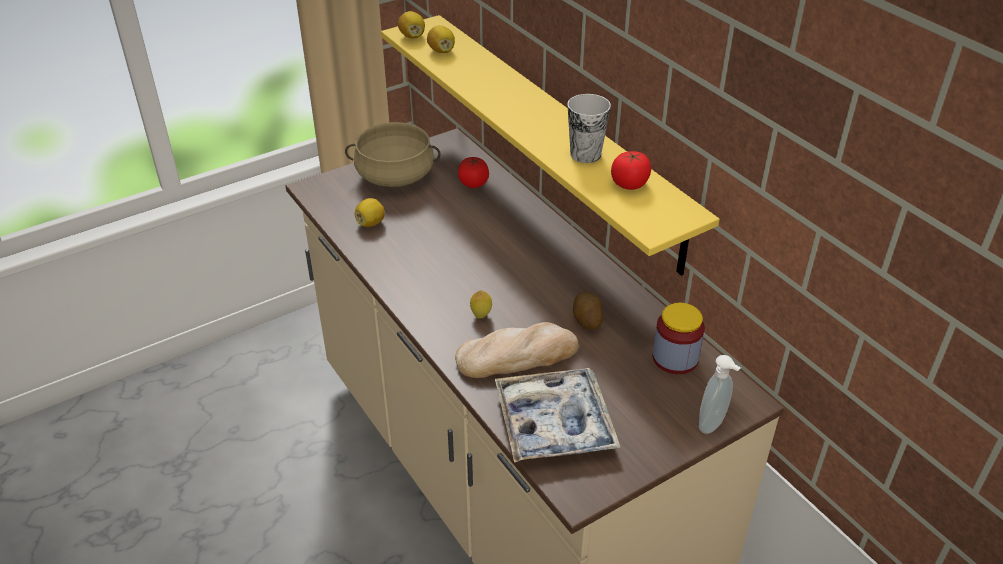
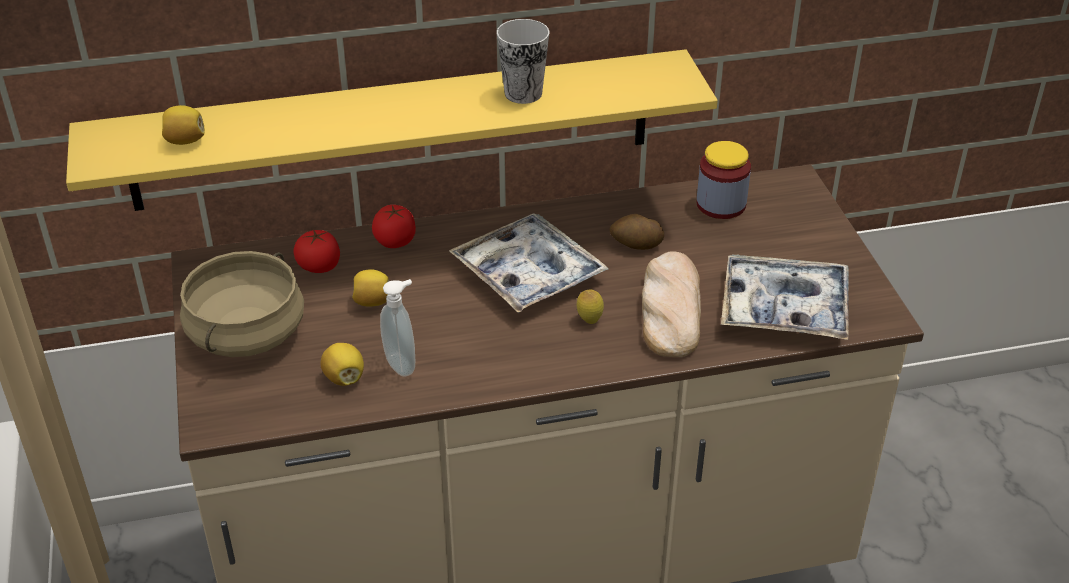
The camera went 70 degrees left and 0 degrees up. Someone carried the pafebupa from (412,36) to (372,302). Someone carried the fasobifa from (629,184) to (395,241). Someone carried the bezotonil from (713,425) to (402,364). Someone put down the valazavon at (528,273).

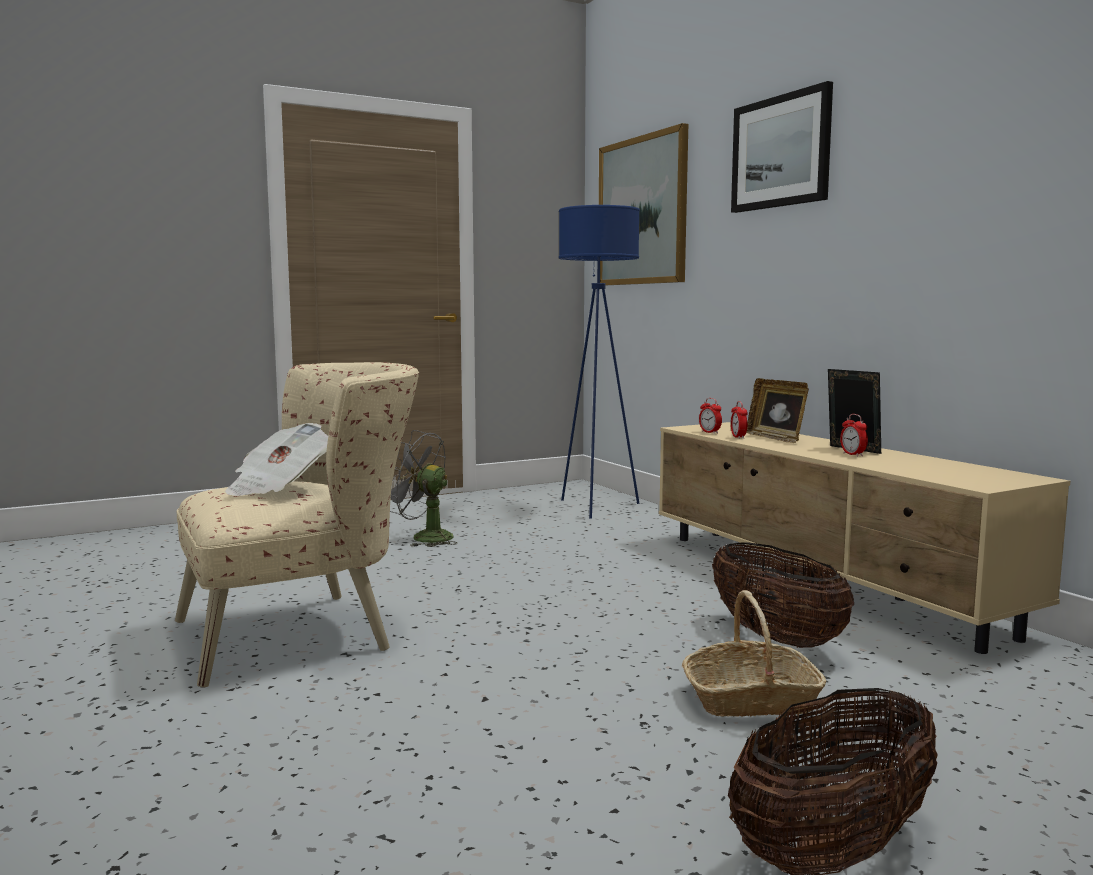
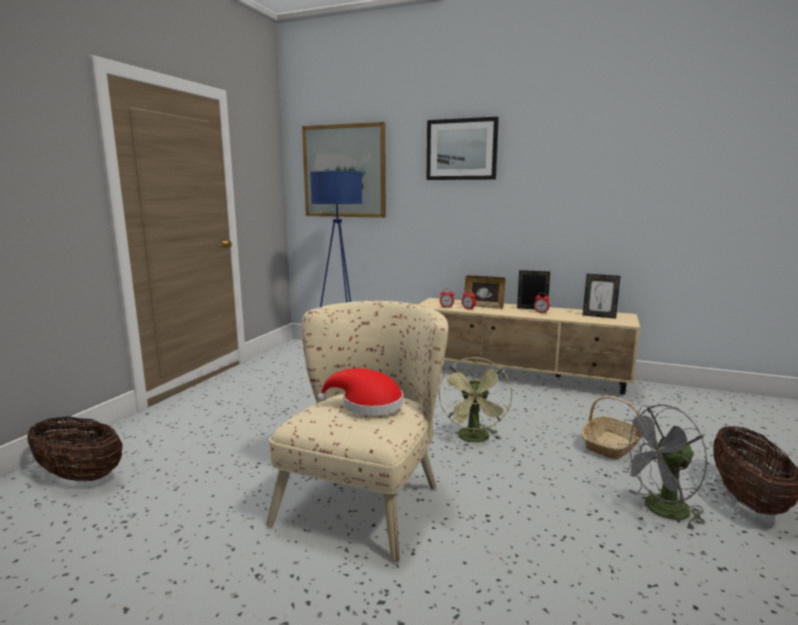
The camera went 40 degrees left and 5 degrees up. Someone carried the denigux from (776,638) to (80,476). Someone swapped the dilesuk at (278,487) for the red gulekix at (367,405). Someone put down the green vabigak at (474,439). Someone put down the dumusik at (599,316). Someone carried the grey vabigak from (423,538) to (660,511).

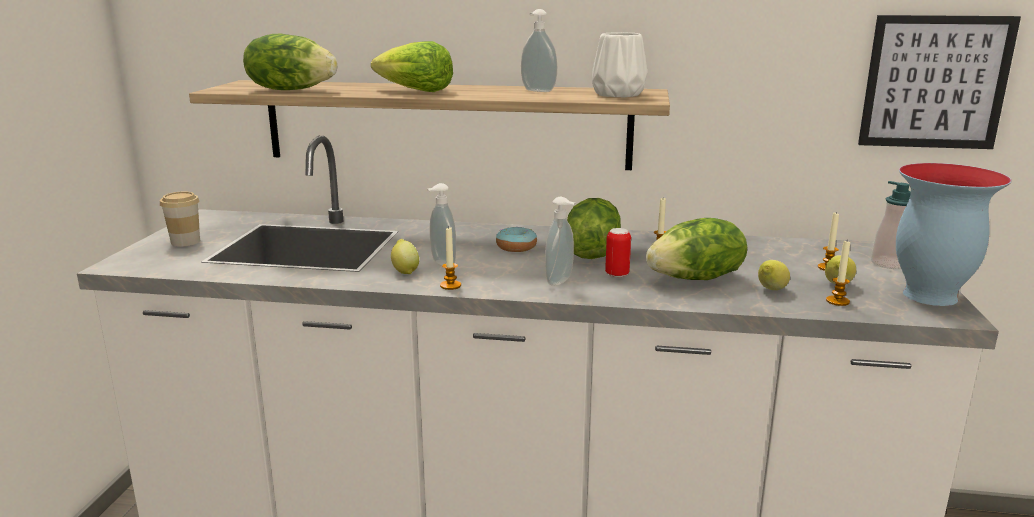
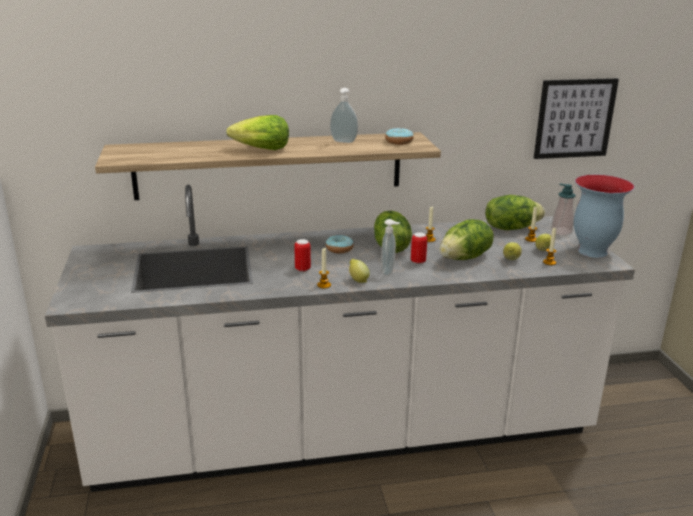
The camera went 20 degrees left and 5 degrees up. Someone swapped the bezotonil at (441,263) for the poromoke at (302,269). Someone carried the pafebupa from (405,271) to (358,280). Someone swapped the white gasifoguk at (618,94) for the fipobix at (399,142). Someone carried the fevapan from (291,90) to (510,228). Someone took away the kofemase at (185,242).

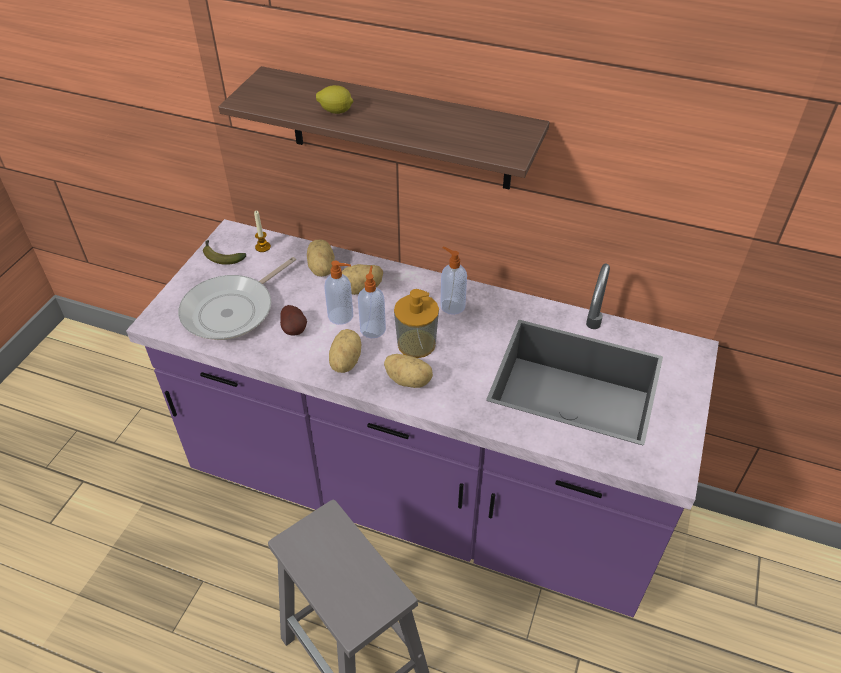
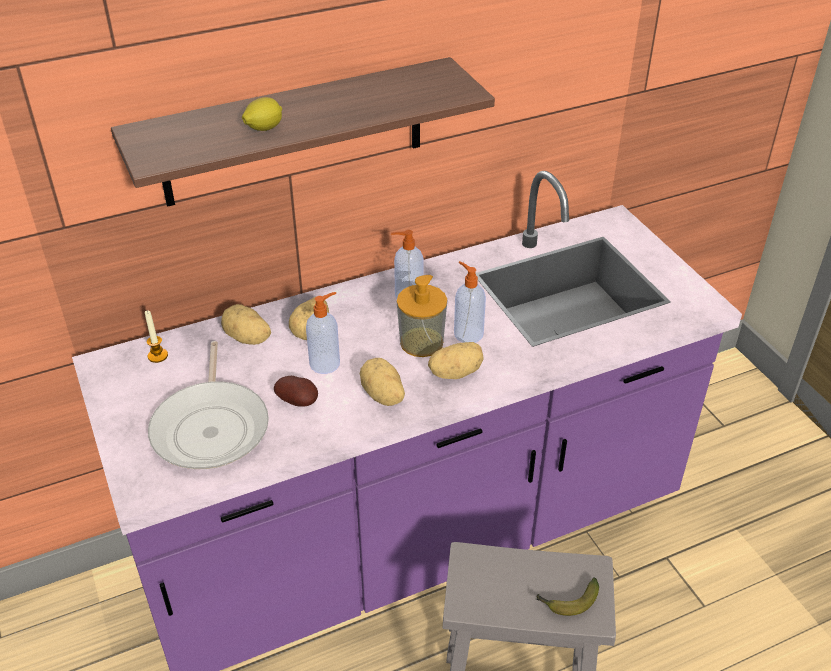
The camera went 45 degrees left and 5 degrees down. Someone carried the bezotonil from (373,328) to (467,333). Someone carried the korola from (221,256) to (568,602).

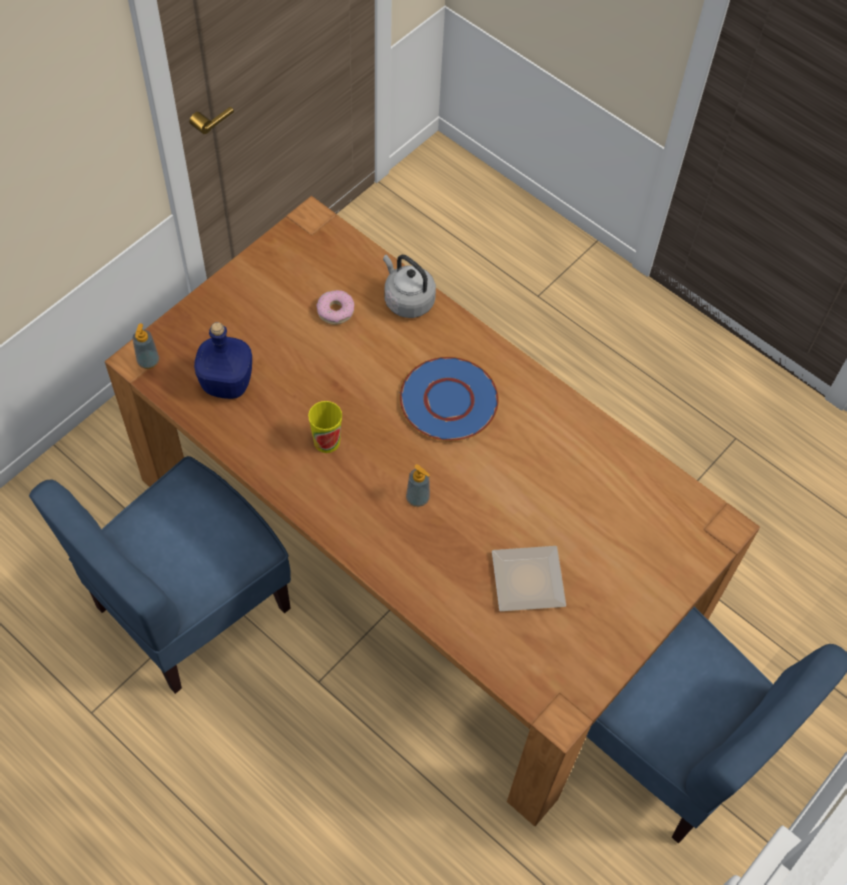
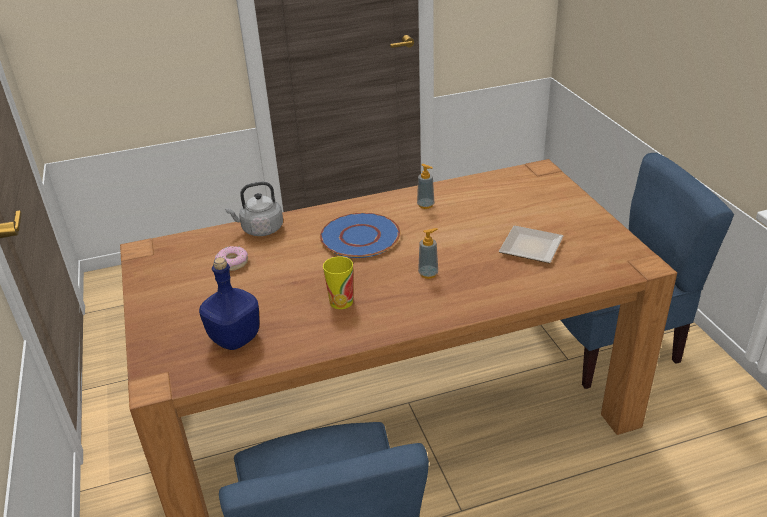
The camera went 55 degrees left and 25 degrees down. Someone carried the bezotonil from (148,361) to (425,205).

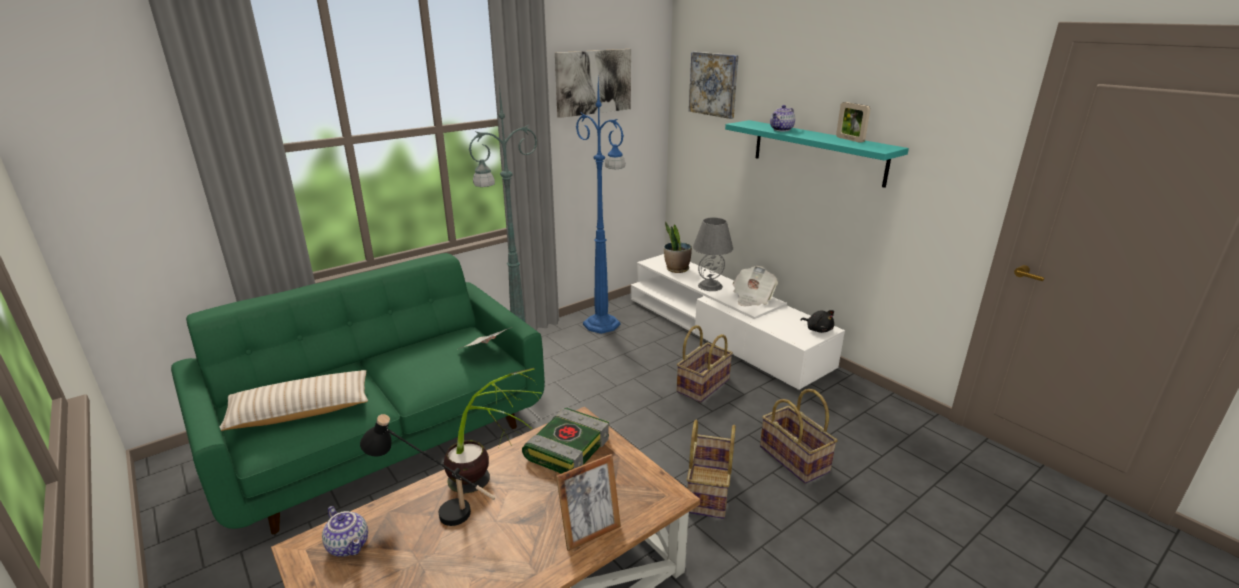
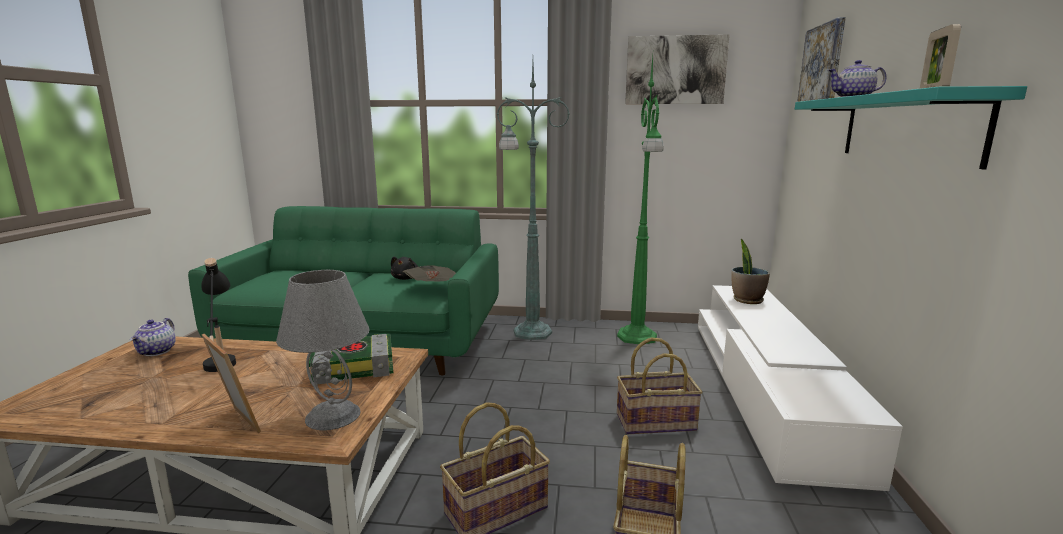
The camera went 45 degrees right and 10 degrees down. Someone rotated the dumusik at (590,532) by 150 degrees counterclockwise. Someone carried the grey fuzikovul from (710,286) to (334,415). Someone carried the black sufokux from (818,329) to (406,278). Someone repainted the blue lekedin at (602,325), which became the green lekedin at (637,337). Someone took away the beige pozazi at (301,411). Someone took away the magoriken at (491,485). Someone took away the dilesuk at (752,298).

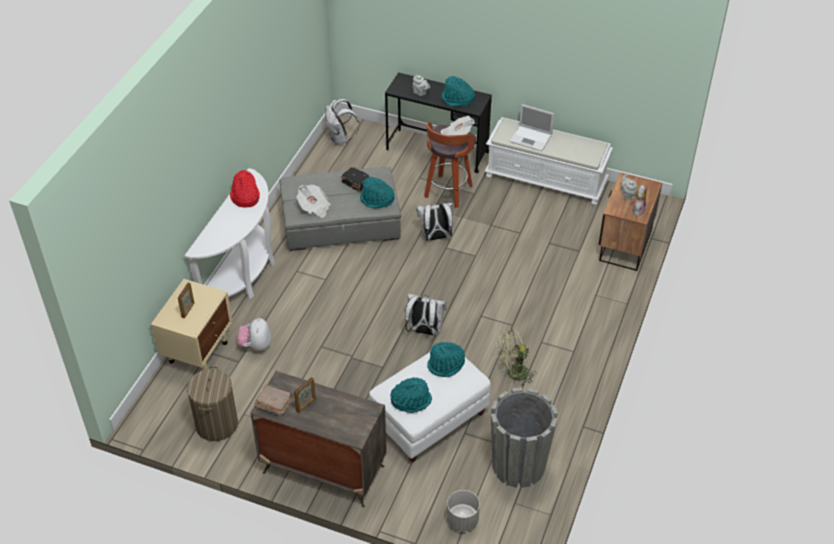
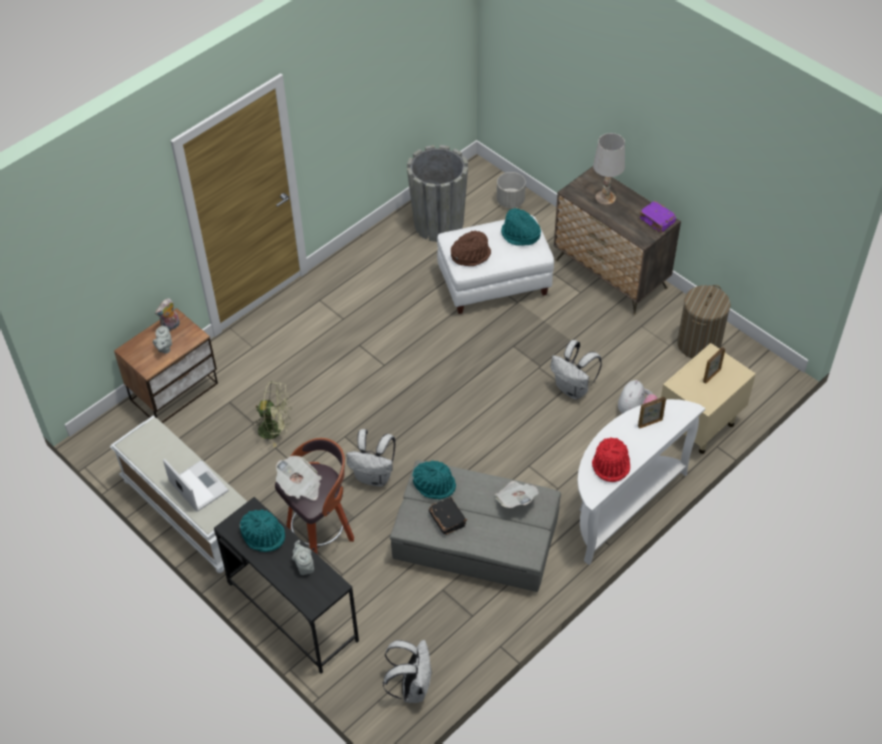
The camera went 155 degrees left and 5 degrees up. Someone carried the green vabigak from (513,374) to (275,429). Someone repainted the turquoise gulekix at (446,364), which became the brown gulekix at (470,255). Someone carried the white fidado from (424,331) to (573,389). Someone put down the white fuzikovul at (605,197). Someone carried the dumusik from (306,405) to (649,423). Someone repainted the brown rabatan at (273,404), which became the purple rabatan at (657,221).

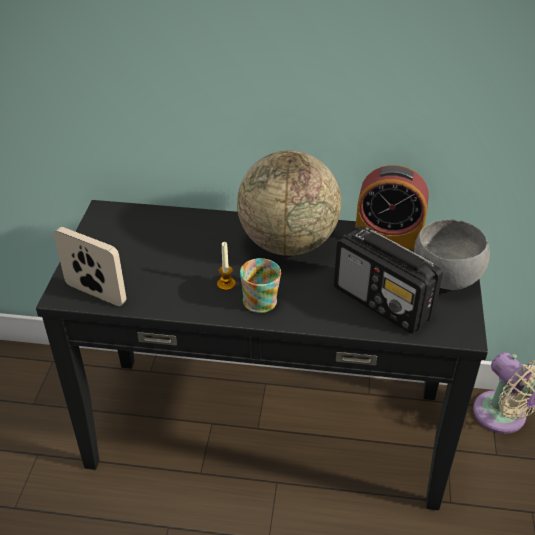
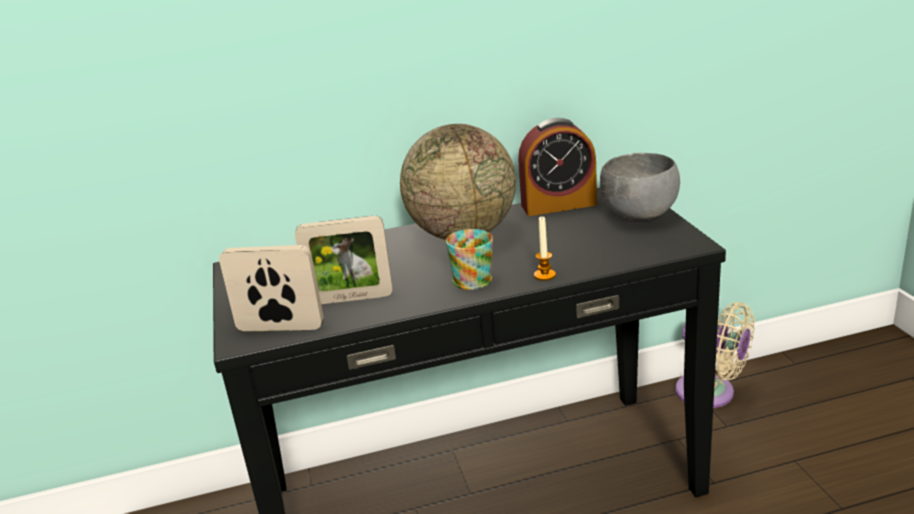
The camera went 20 degrees left and 15 degrees down. Someone put down the dumusik at (351,298). Someone carried the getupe from (226,284) to (544,275). Someone took away the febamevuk at (383,302).

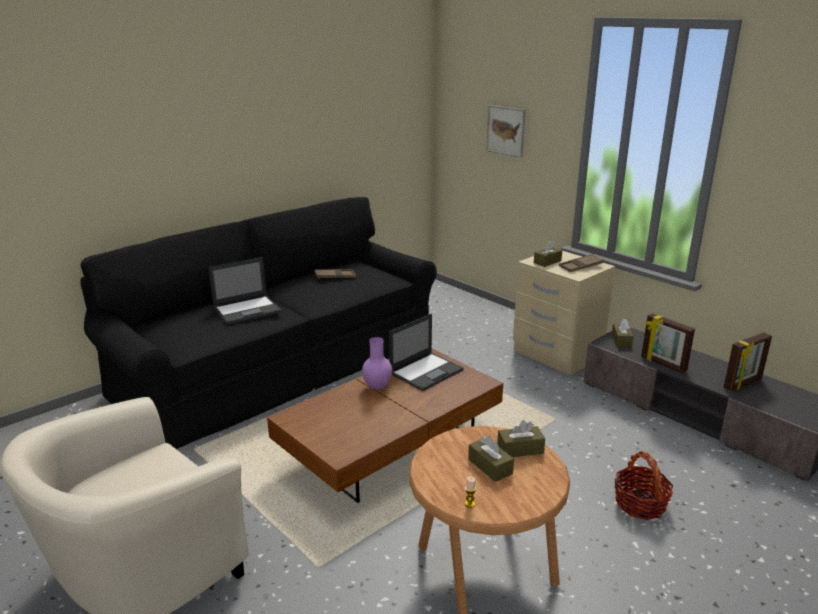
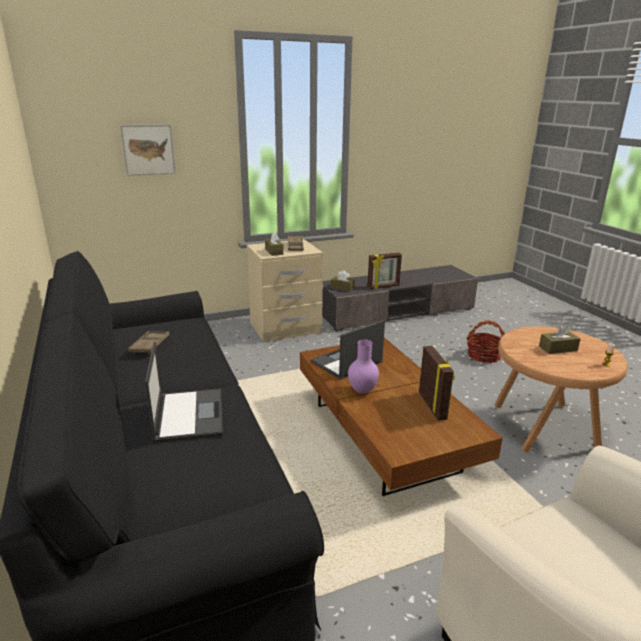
The camera went 70 degrees left and 0 degrees up. Someone rotated the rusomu at (426,371) by 105 degrees counterclockwise. Someone carried the dumusik from (743,384) to (433,405). Someone took away the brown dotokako at (520,449).

